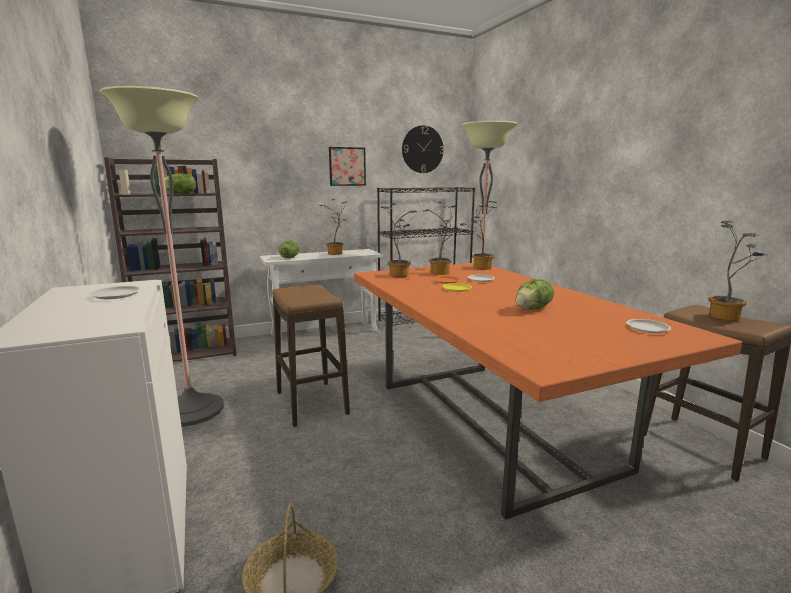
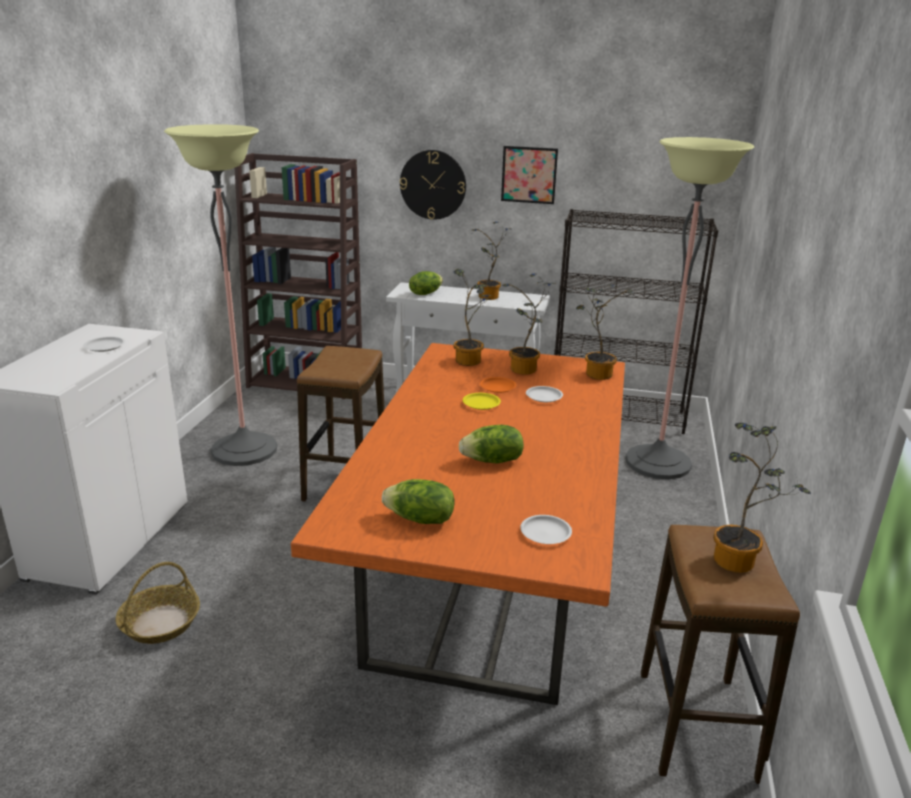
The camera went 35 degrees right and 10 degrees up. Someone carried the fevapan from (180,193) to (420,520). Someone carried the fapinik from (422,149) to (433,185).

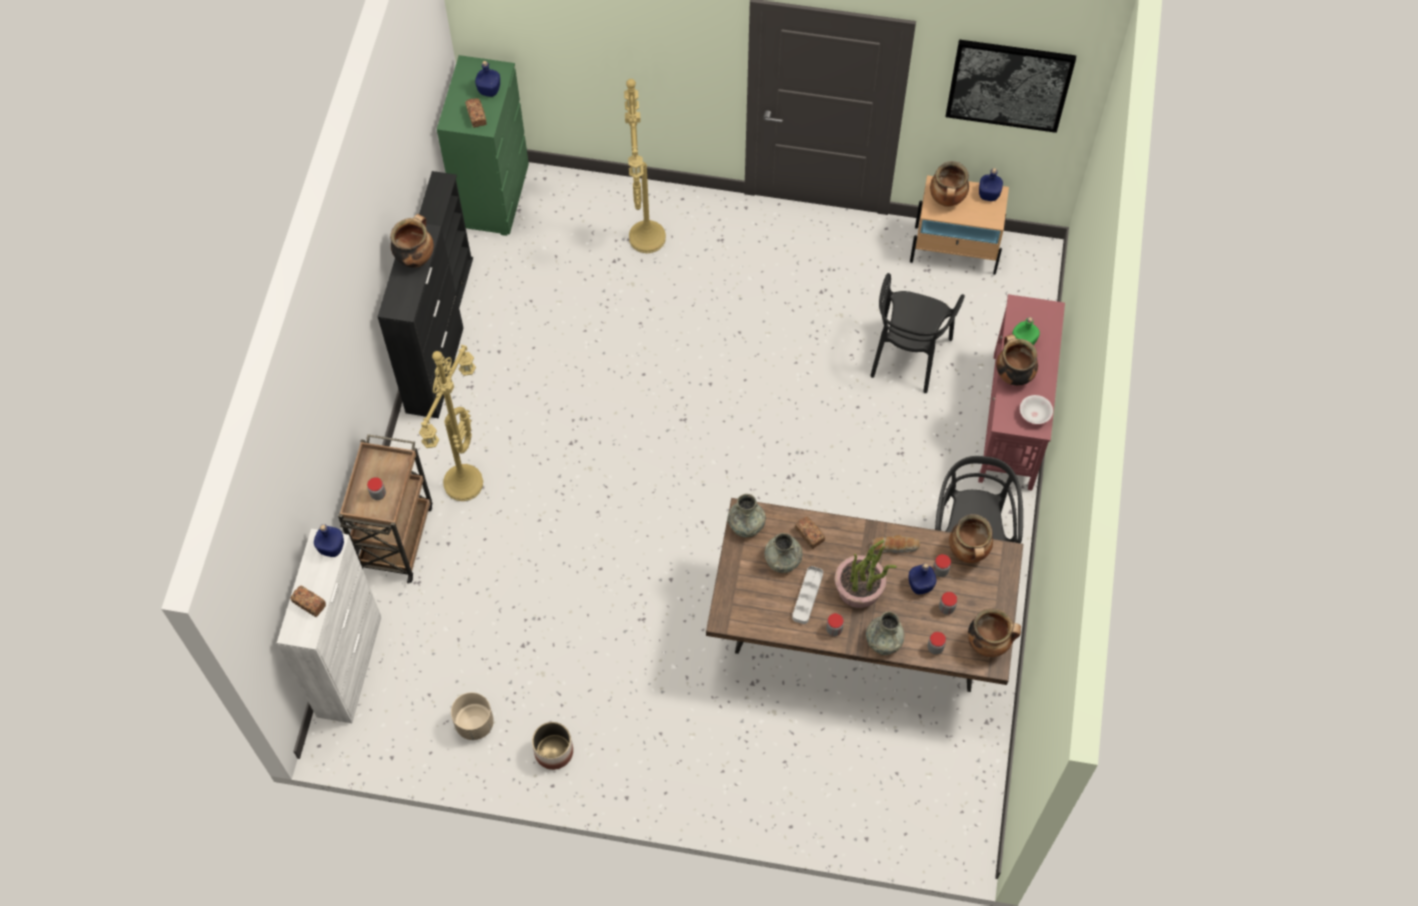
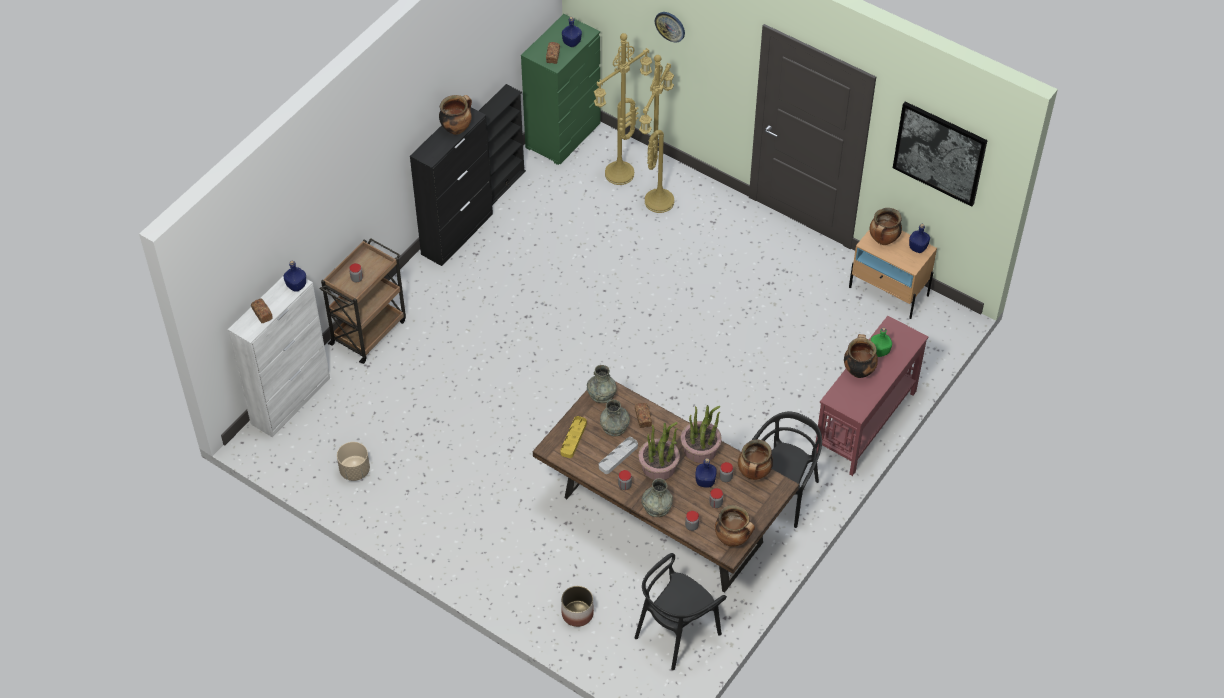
The camera went 25 degrees right and 10 degrees down. Someone put down the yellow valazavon at (573,438). Someone carried the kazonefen from (553,751) to (577,613). Someone carried the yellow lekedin from (465,485) to (620,175). Someone carried the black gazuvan from (908,355) to (676,632). Someone put up the fapinik at (670,26). Someone swapped the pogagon at (894,546) for the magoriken at (700,449). Someone took away the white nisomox at (1034,415).

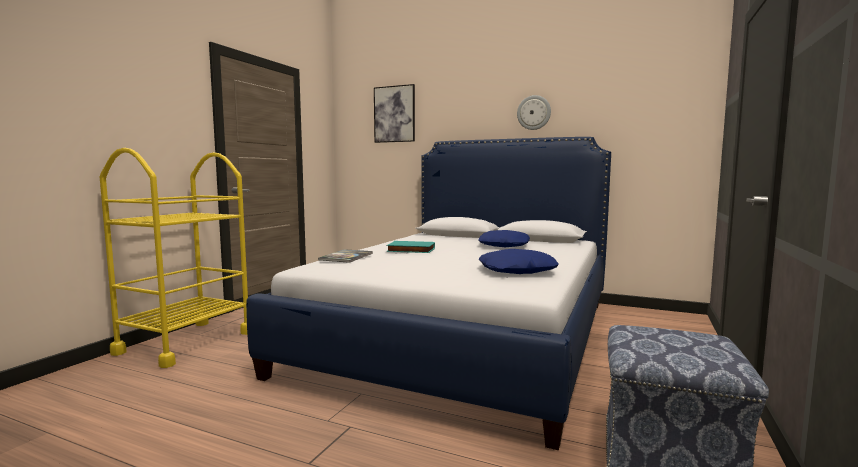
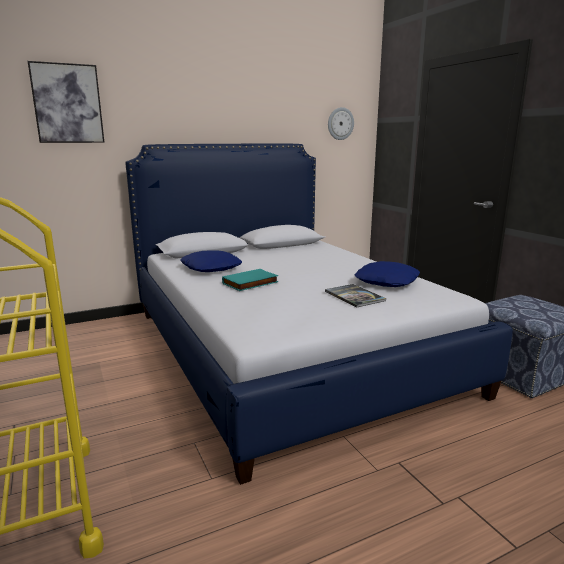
The camera went 50 degrees left and 10 degrees up. Someone carried the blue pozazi from (504,245) to (211,268). Someone carried the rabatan from (346,257) to (354,296). Someone carried the fapinik from (534,112) to (340,123).

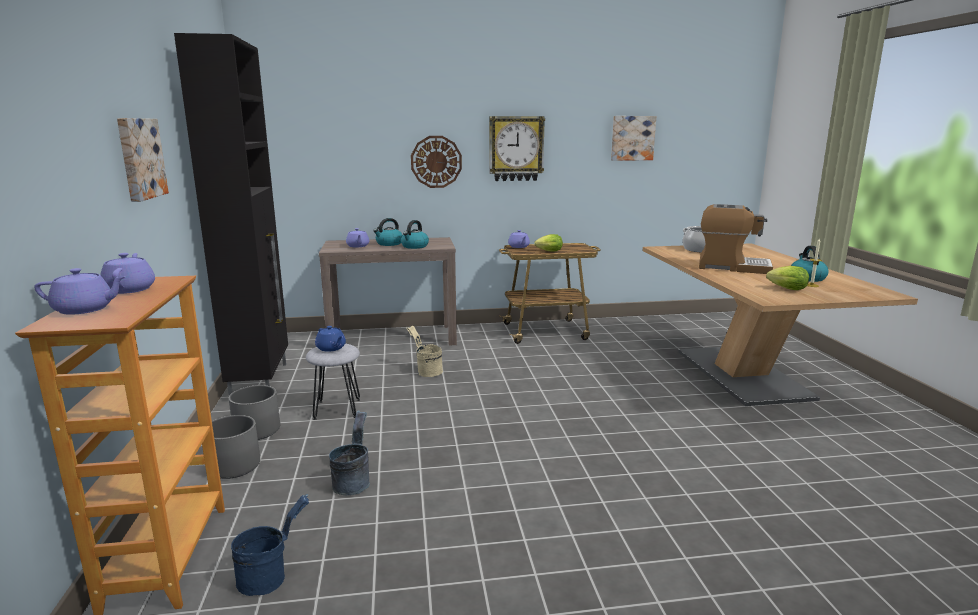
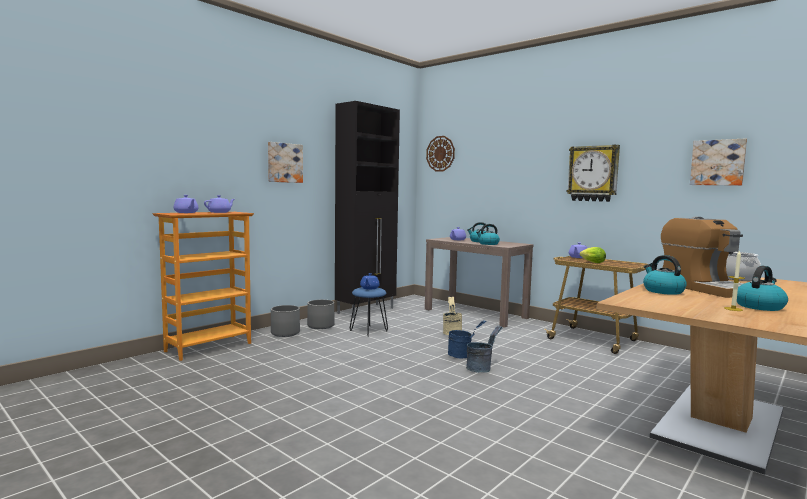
The camera went 50 degrees right and 10 degrees down. Someone repainted the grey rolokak at (337,409), which became the blue rolokak at (369,330). Someone carried the fapinik from (436,162) to (440,153). Someone carried the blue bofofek from (271,577) to (463,355). Someone carried the grey bofofek from (353,482) to (481,368). Someone put down the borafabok at (662,291). Someone took away the fevapan at (785,289).

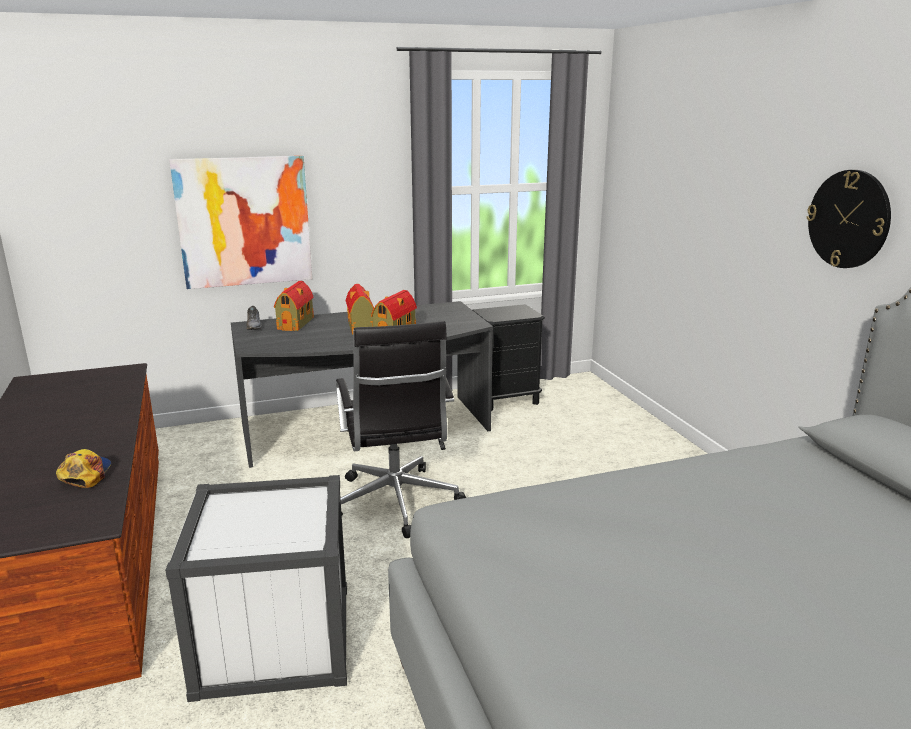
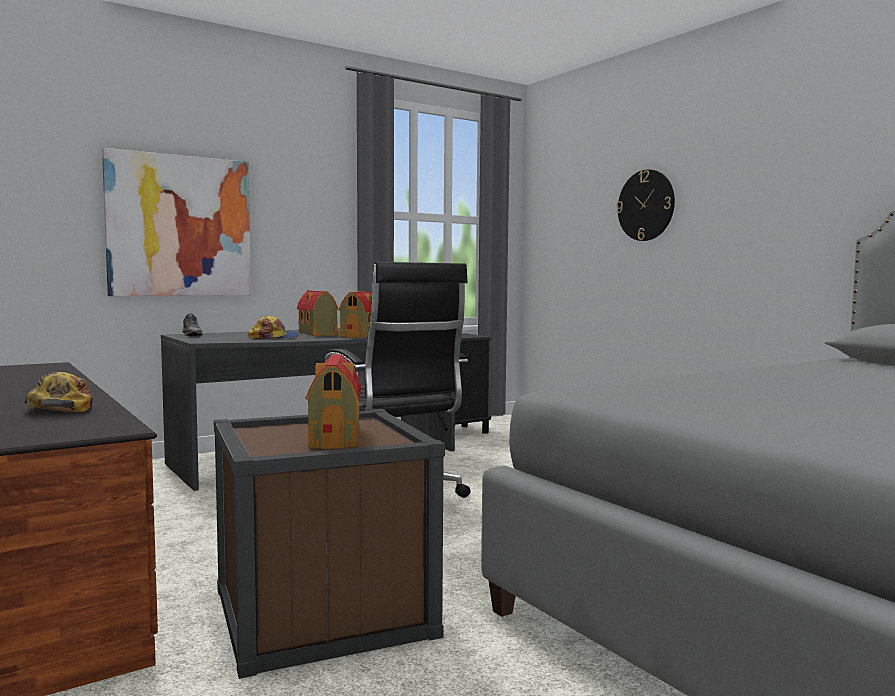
The camera went 15 degrees left and 15 degrees down. Someone repainted the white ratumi at (274,639), which became the brown ratumi at (321,612). Someone put down the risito at (274,337). Someone carried the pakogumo from (296,323) to (335,437). Someone carried the fapinik from (848,219) to (646,205).

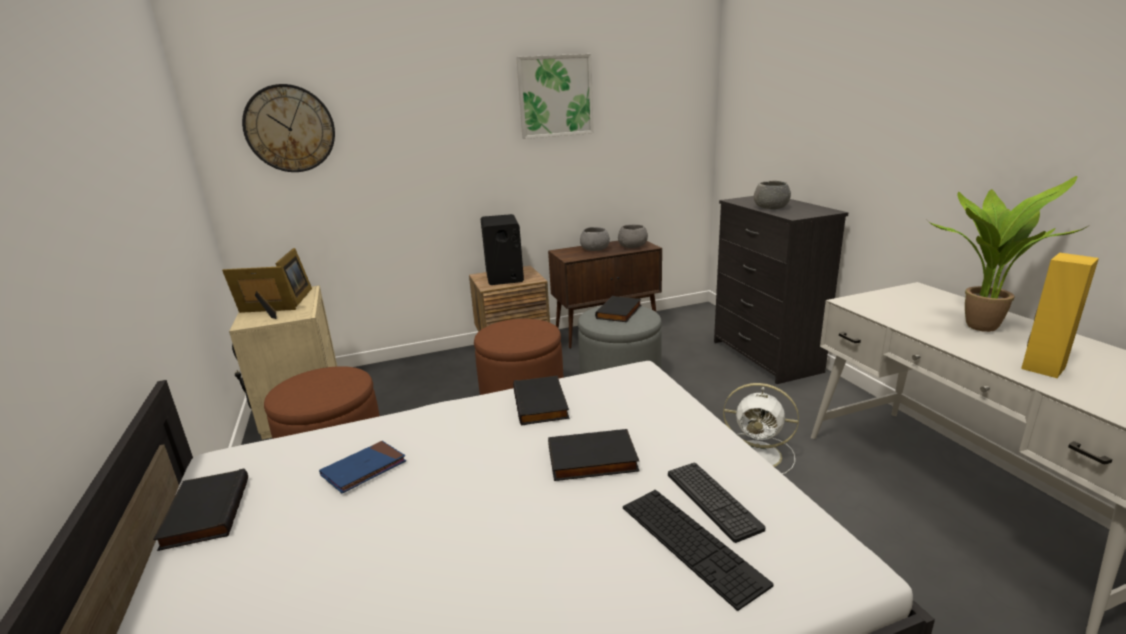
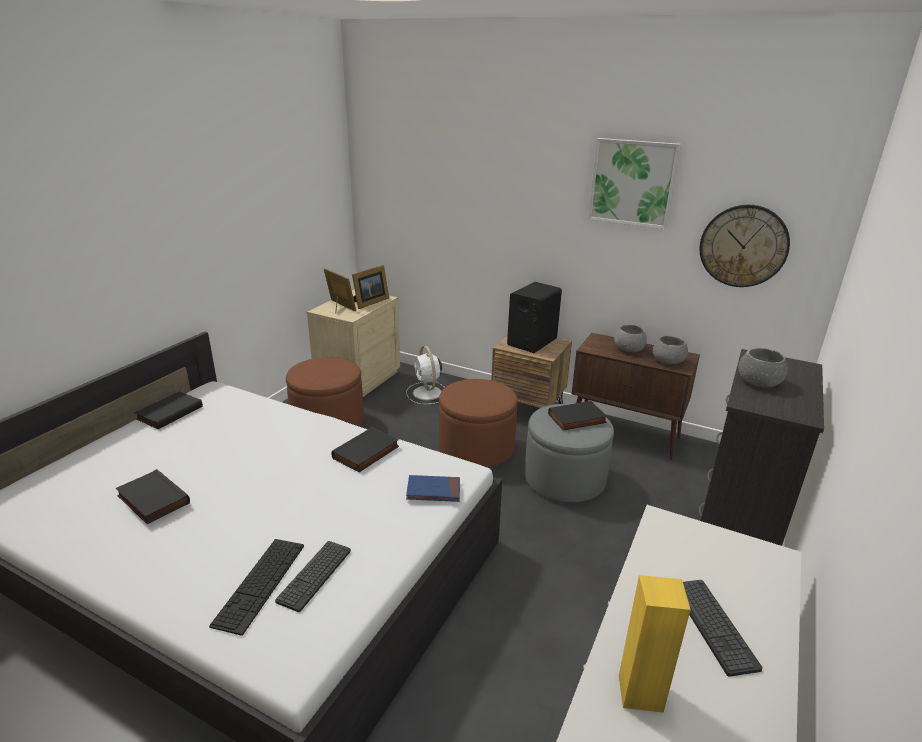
The camera went 45 degrees right and 5 degrees up. Someone carried the black rabatan from (592,461) to (151,500). Someone carried the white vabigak from (759,455) to (428,393). Someone carried the blue rabatan from (364,469) to (433,491). Someone swapped the magoriken at (979,325) for the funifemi at (713,625). Someone carried the fapinik from (290,129) to (743,246).

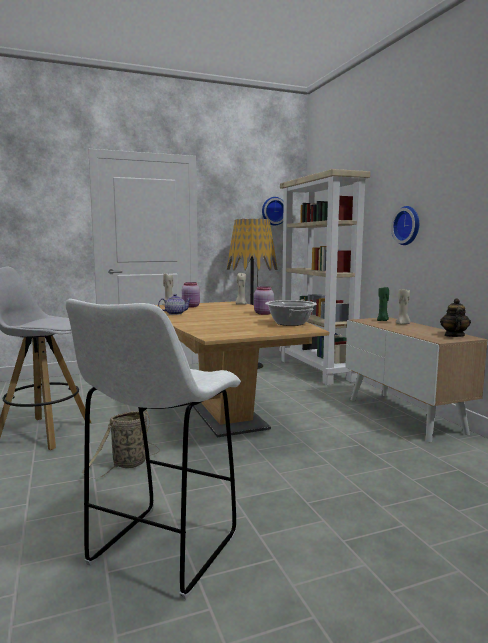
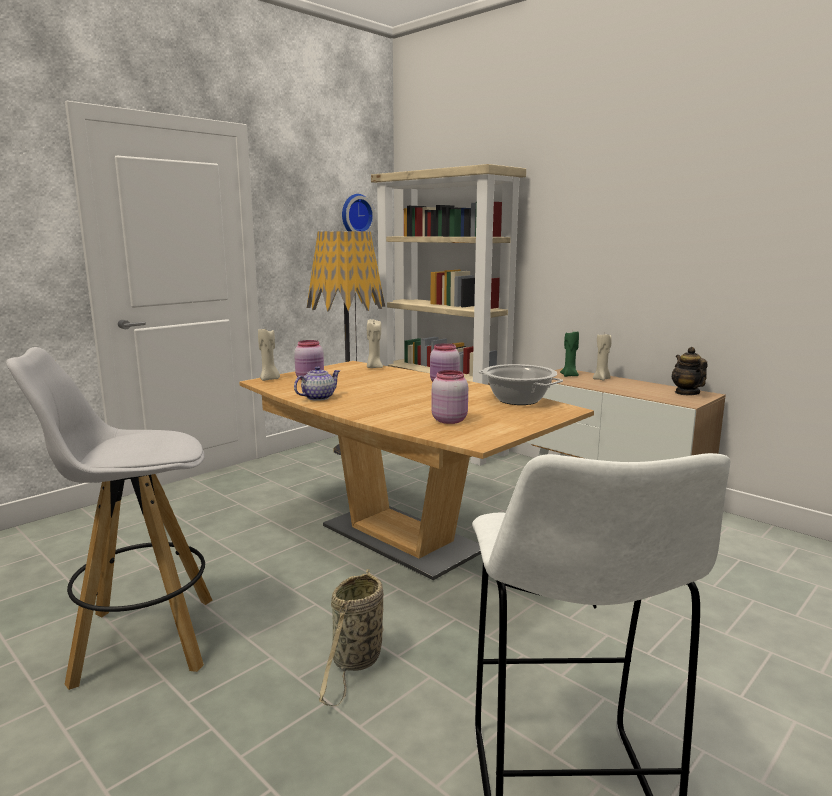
The camera went 25 degrees left and 5 degrees up. Someone put down the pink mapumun at (449,420). Someone took away the fapinik at (408,225).

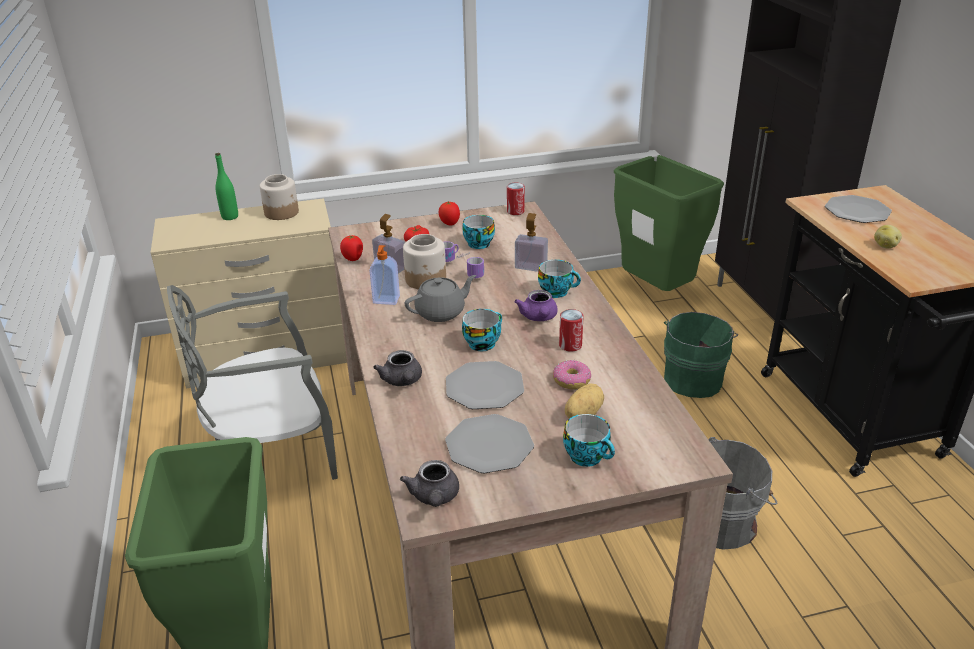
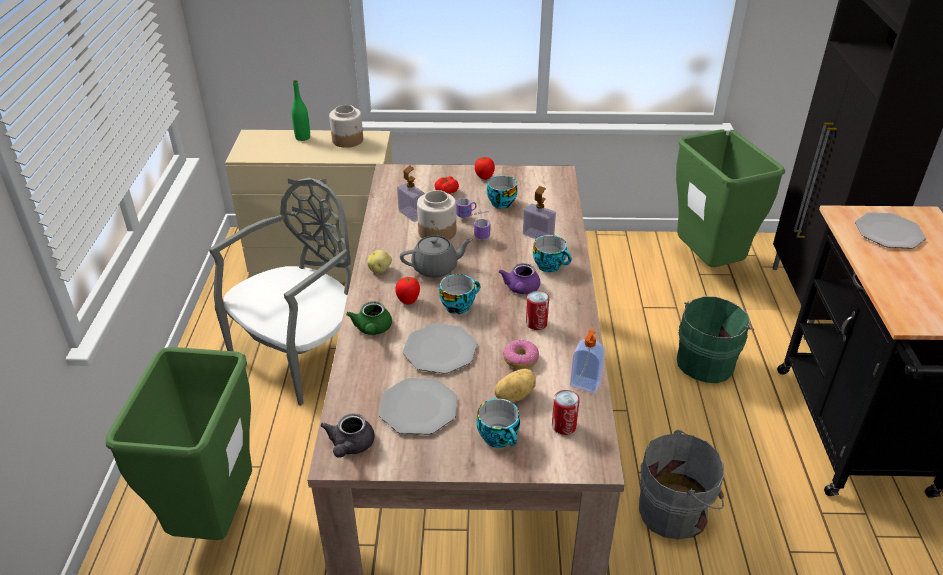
The camera went 15 degrees right and 5 degrees up. Someone rotated the grey gazuvan at (272,452) by 135 degrees clockwise. Someone repainted the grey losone at (402,381), which became the green losone at (372,329). Someone carried the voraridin from (885,245) to (380,270). Someone carried the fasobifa from (353,259) to (408,301). Someone carried the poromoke from (515,211) to (564,426). Someone carried the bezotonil from (386,300) to (585,384).

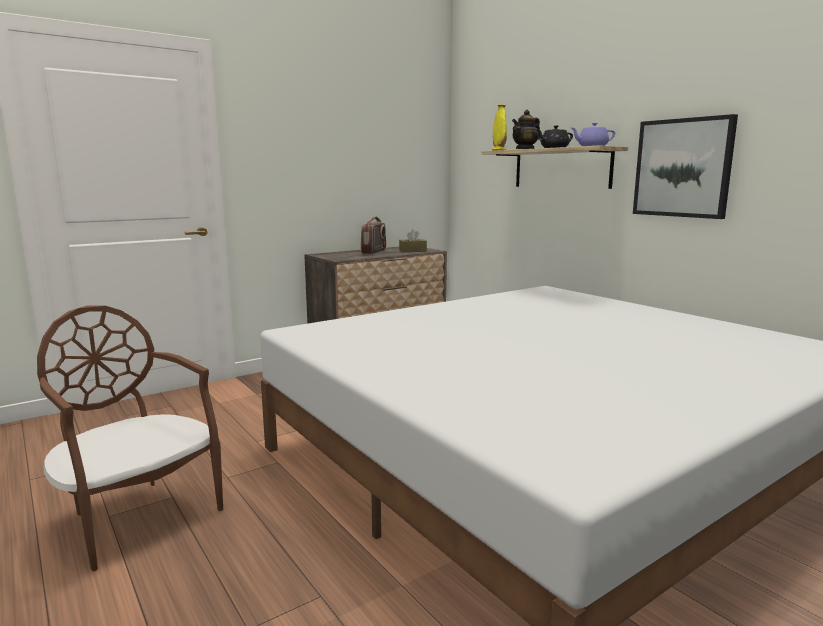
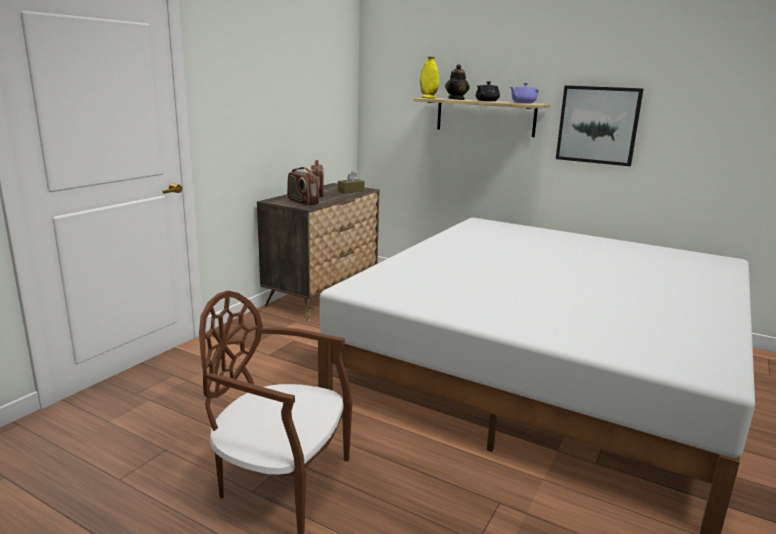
The camera went 25 degrees left and 5 degrees up. Someone put down the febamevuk at (302,202).

